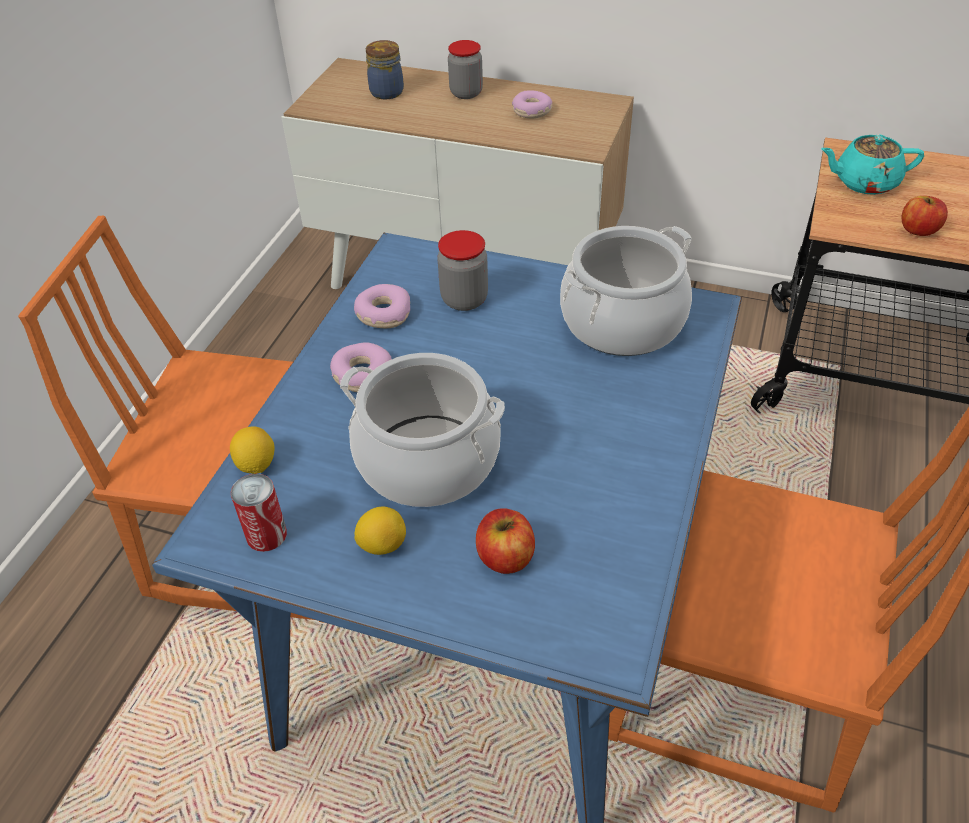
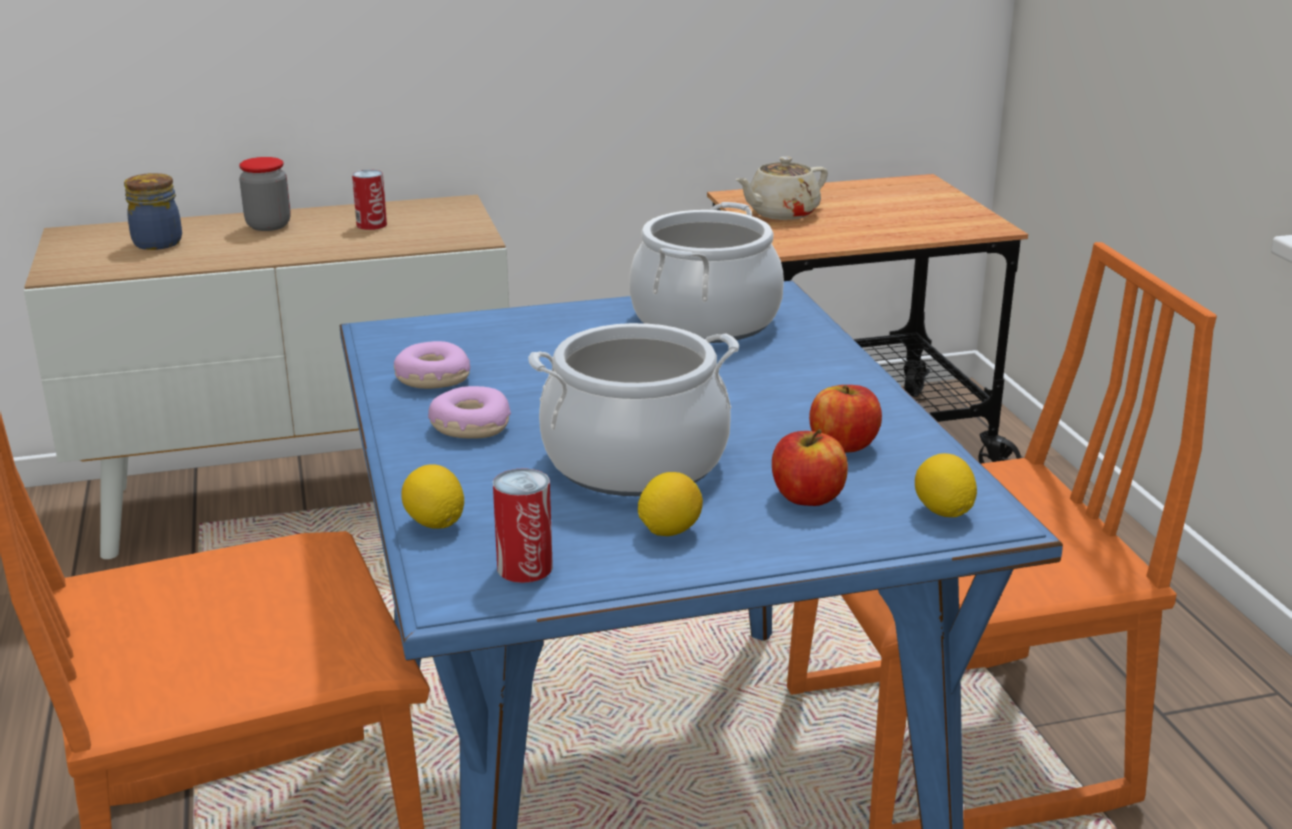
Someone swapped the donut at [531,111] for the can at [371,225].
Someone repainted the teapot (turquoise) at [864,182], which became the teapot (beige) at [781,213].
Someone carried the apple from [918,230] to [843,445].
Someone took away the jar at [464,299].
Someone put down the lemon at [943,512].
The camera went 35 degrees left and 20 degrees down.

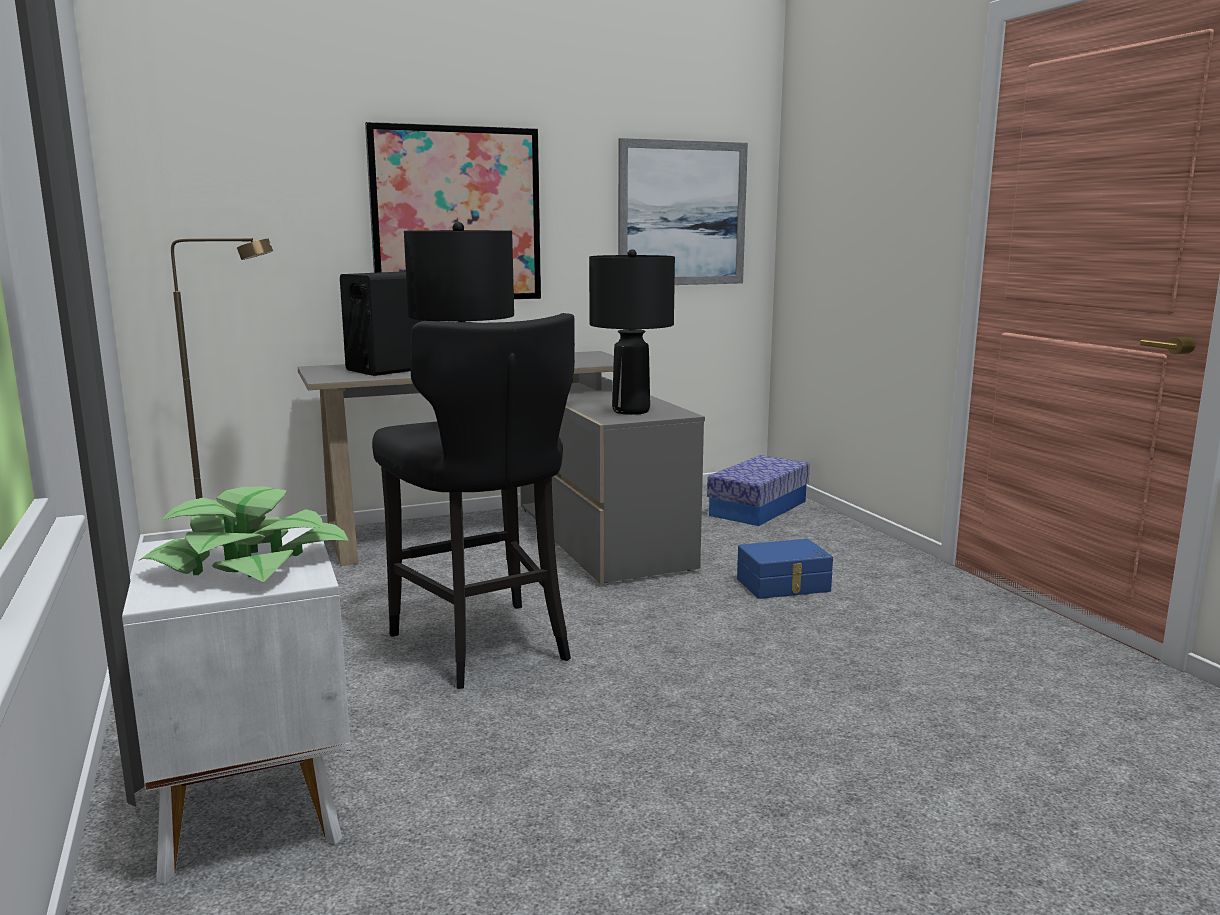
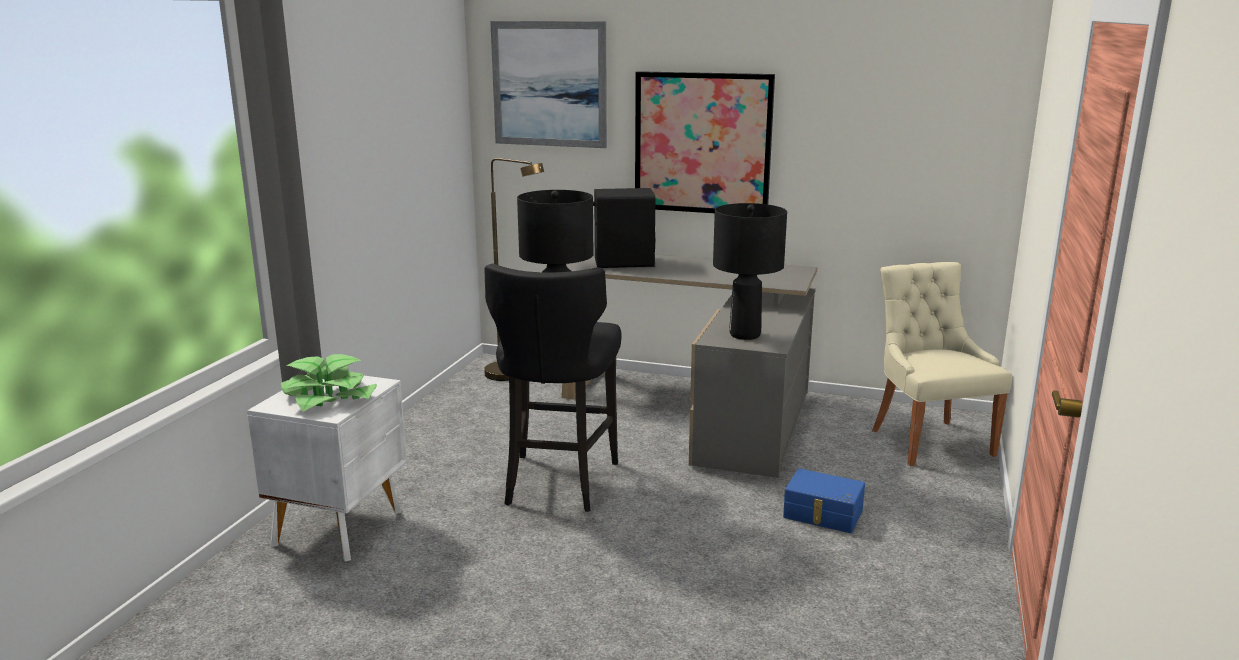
Someone carried the picture from [682,214] to [549,84].
Someone swapped the storage box at [758,508] for the chair (beige) at [928,440].
The camera went 40 degrees right and 5 degrees up.

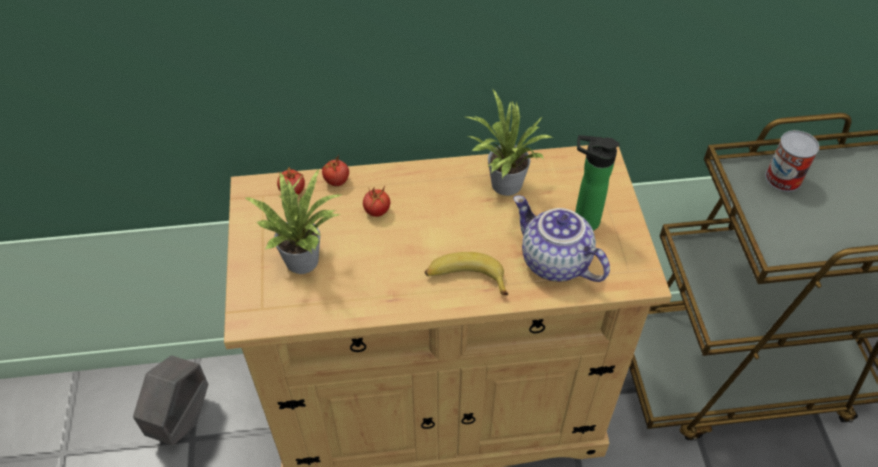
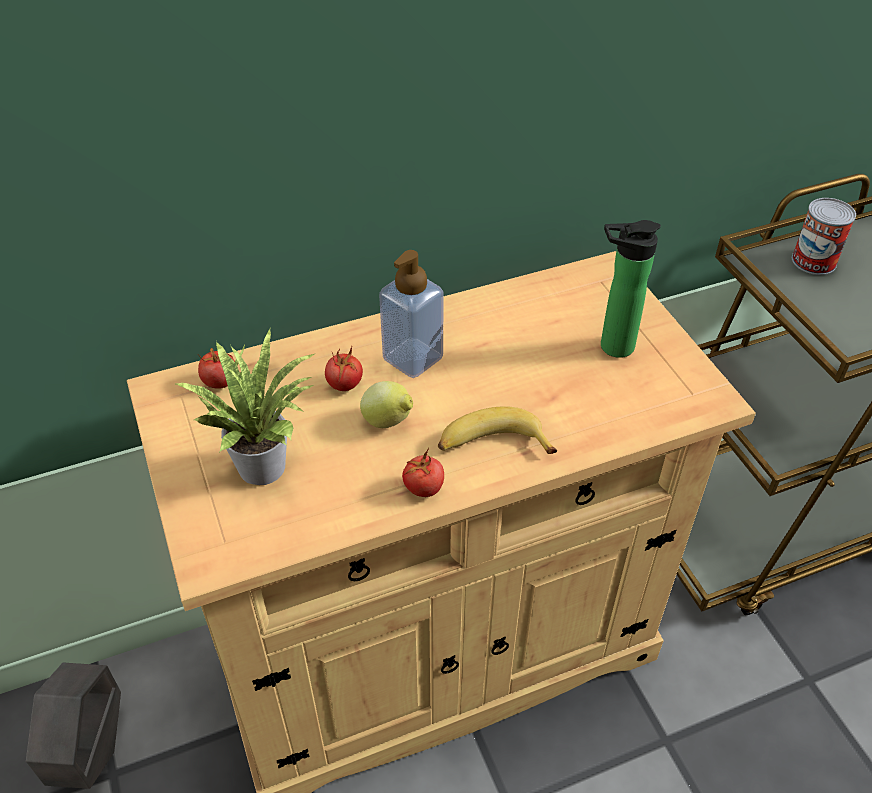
Someone took away the potted plant at [502,185].
Someone carried the tomato from [336,181] to [423,488].
Someone took away the teapot at [553,262].
Someone put down the soap dispenser at [413,358].
Someone put down the lemon at [389,422].
The camera went 15 degrees left and 5 degrees down.

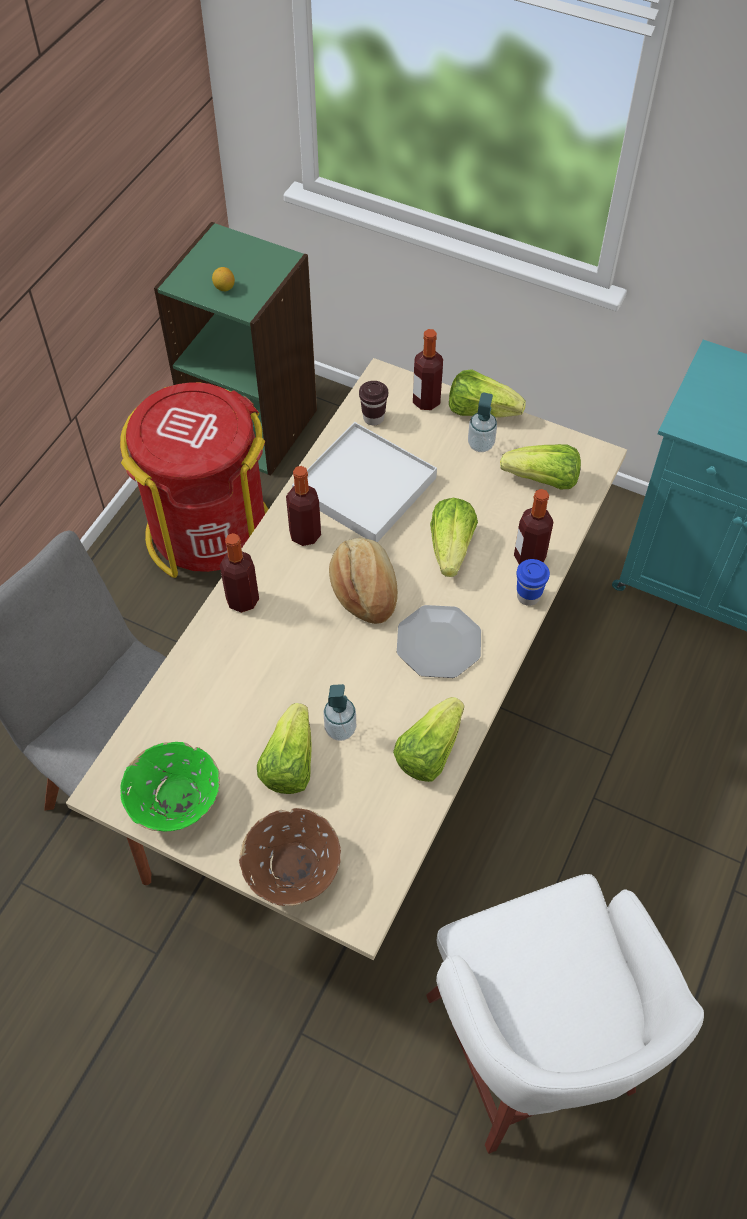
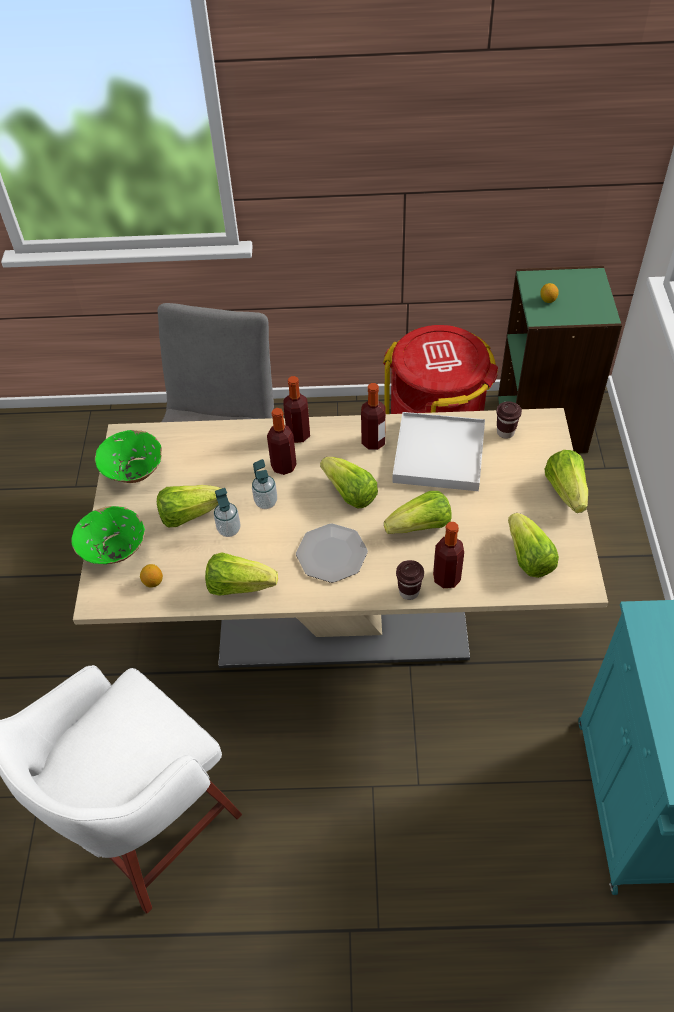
Someone carried the bottle from [426,401] to [283,466].
Someone carried the soap dispenser from [480,444] to [266,502].
Someone swapped the bread at [364,589] for the lettuce at [349,493].
Someone repainted the cup (blue) at [528,596], which became the cup (brown) at [409,592].
Someone repainted the bowl (brown) at [292,868], which became the bowl (green) at [114,550].
Someone put down the lemon at [153,582].
The camera went 65 degrees right and 5 degrees down.

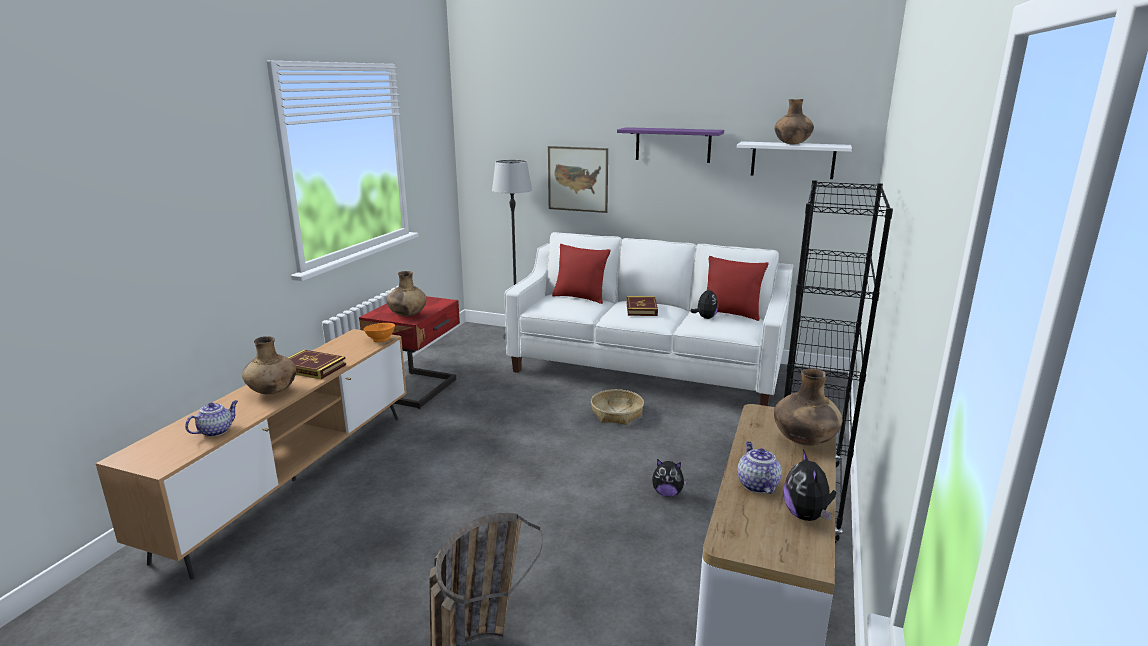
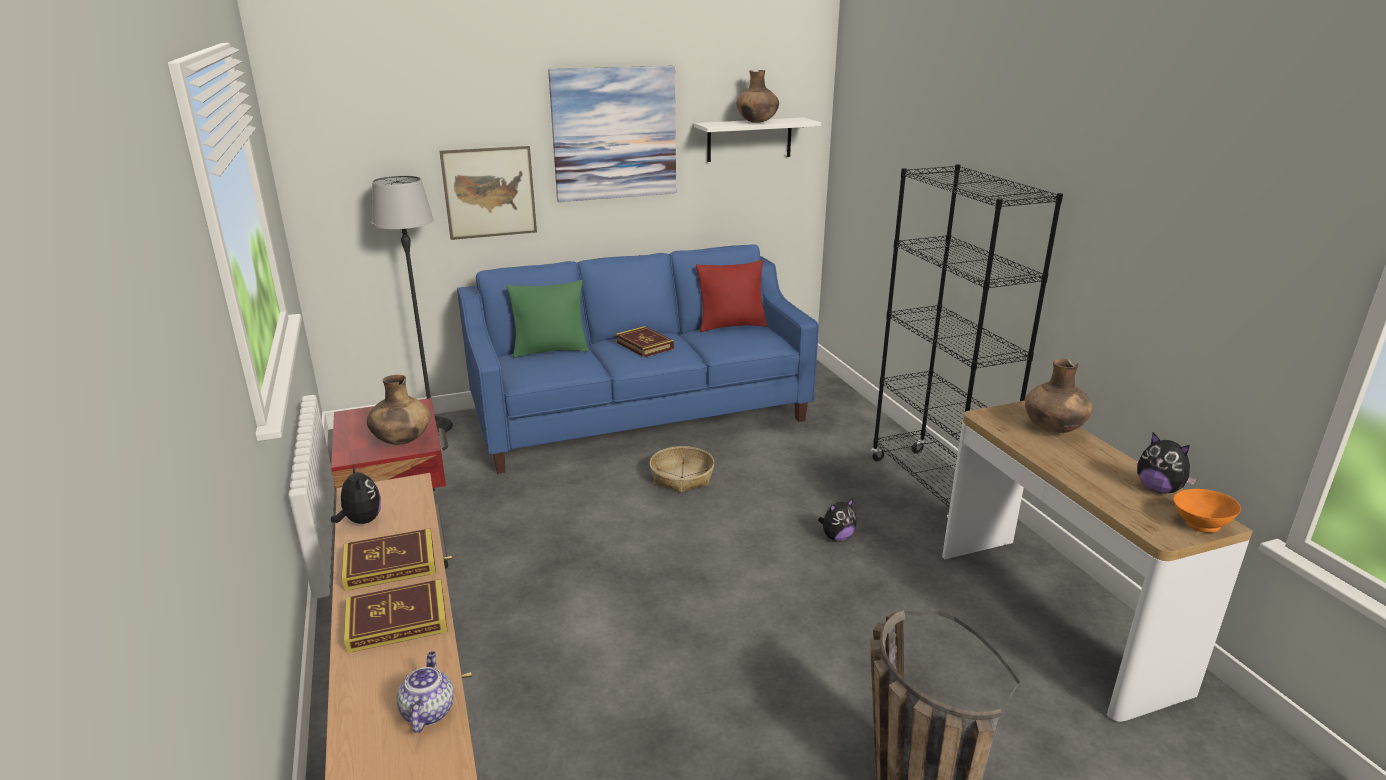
Someone swapped the shelf (purple) at [673,145] for the picture at [614,134].
Someone repainted the sofa (white) at [647,369], which became the sofa (blue) at [641,416].
Someone repainted the pillow (red) at [580,298], which became the pillow (green) at [550,351].
Someone carried the plush toy from [705,318] to [361,521].
Someone carried the bowl (orange) from [381,340] to [1199,525].
Someone swapped the vase (brown) at [272,391] for the book at [397,620].
Someone took away the teapot at [756,485].
The camera went 40 degrees left and 5 degrees up.

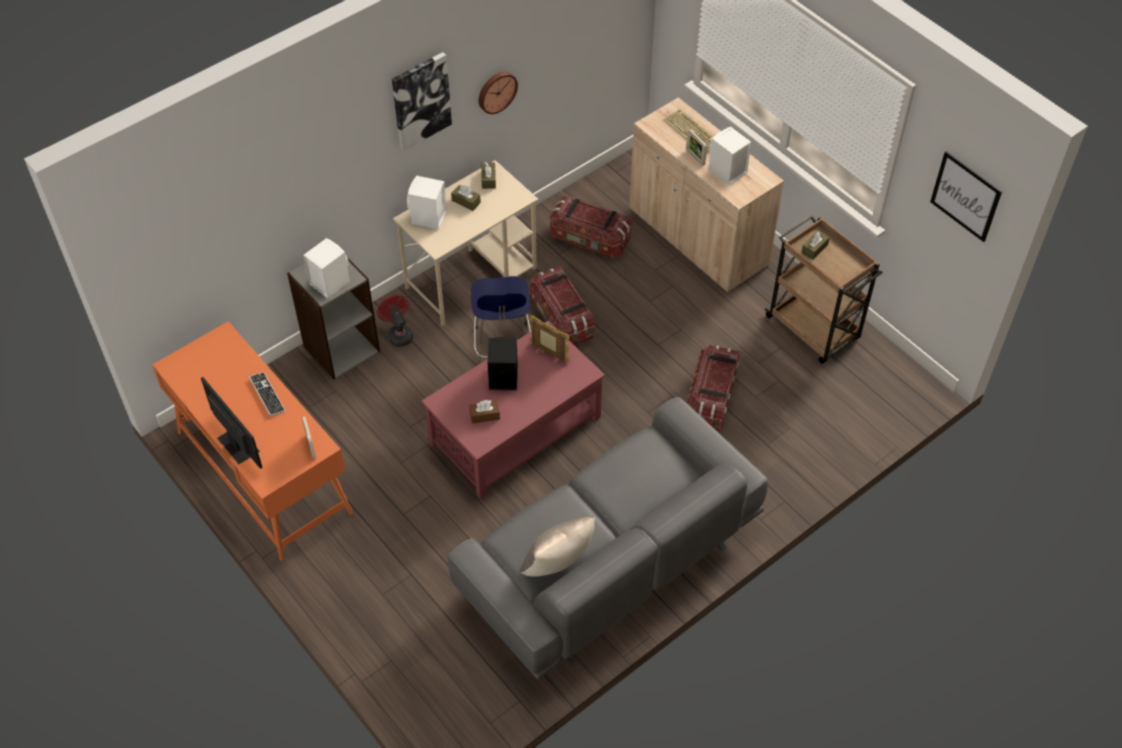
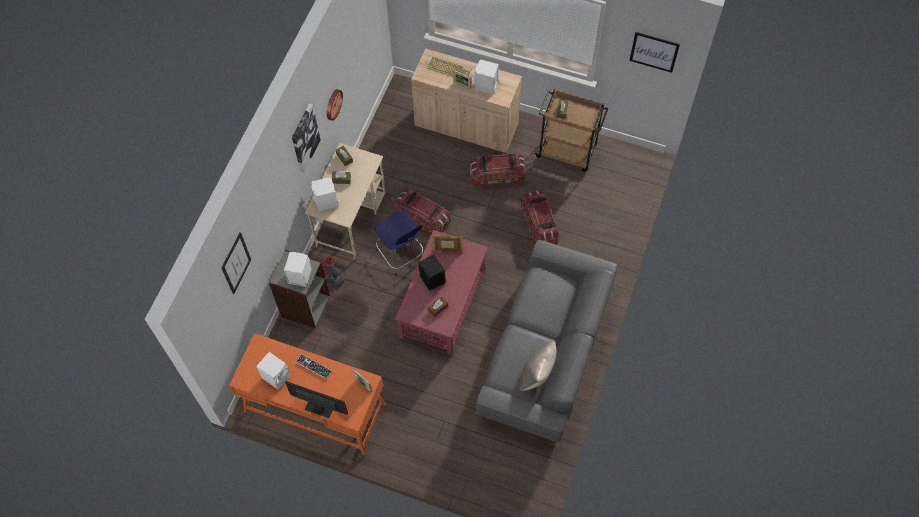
Someone carried the storage box from [589,240] to [497,176].
Someone put up the picture at [236,263].
Someone put down the speaker (white) at [276,376].
The camera went 30 degrees left and 10 degrees up.

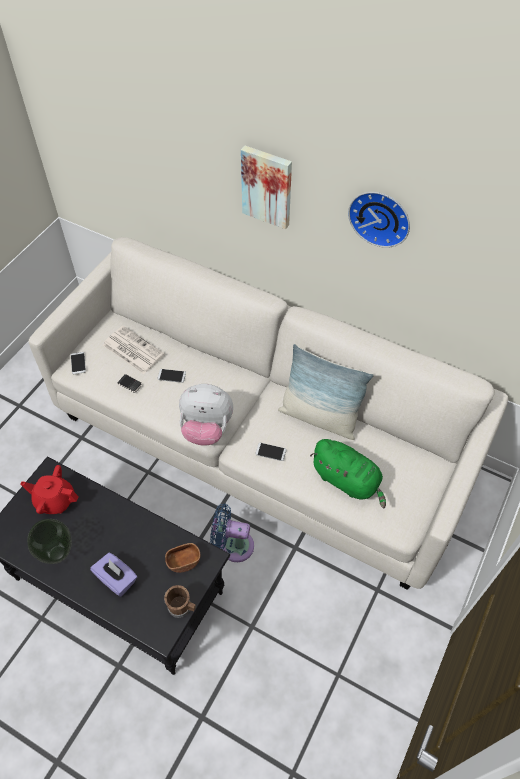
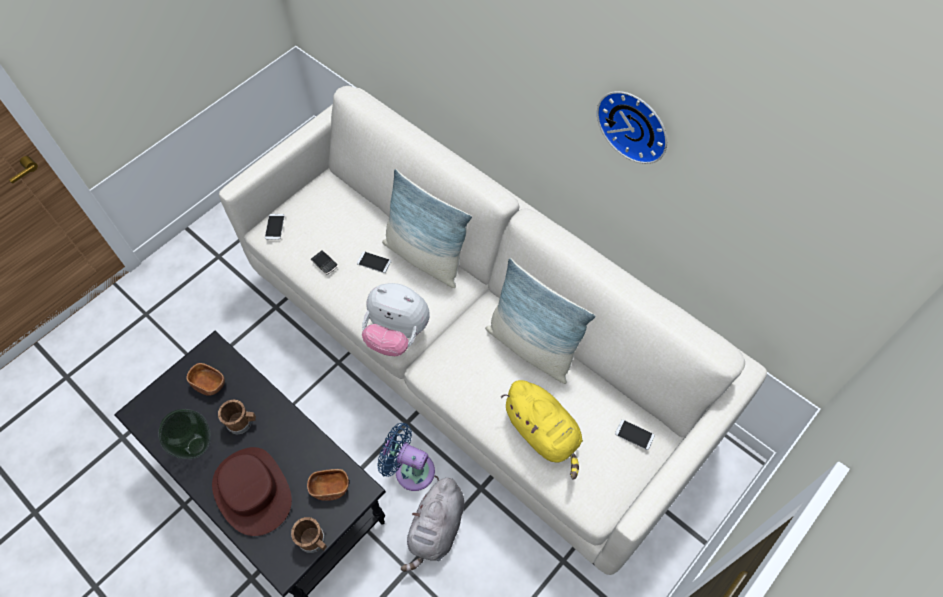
Someone took away the picture at [267,186].
Someone took away the newspaper at [132,350].
Someone repainted the plush toy (green) at [347,480], which became the plush toy (yellow) at [544,433].
Someone carried the phone from [270,452] to [634,434].
Someone swapped the teapot (red) at [55,500] for the bowl (brown) at [210,384].
Someone swapped the tissue box (purple) at [117,579] for the hat (brown) at [252,491].
Someone put down the pillow at [425,257].
Someone put down the mug (brown) at [242,422].
Someone put down the plush toy (grey) at [436,529].
The camera went 15 degrees right and 5 degrees up.

